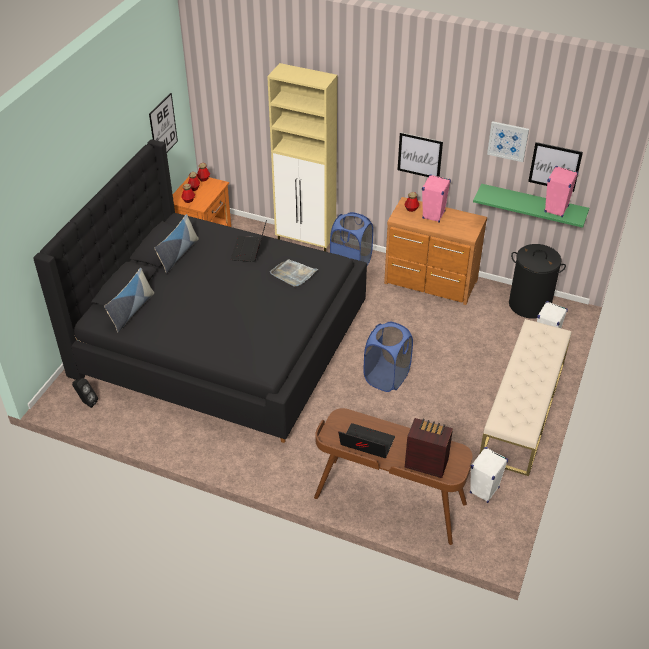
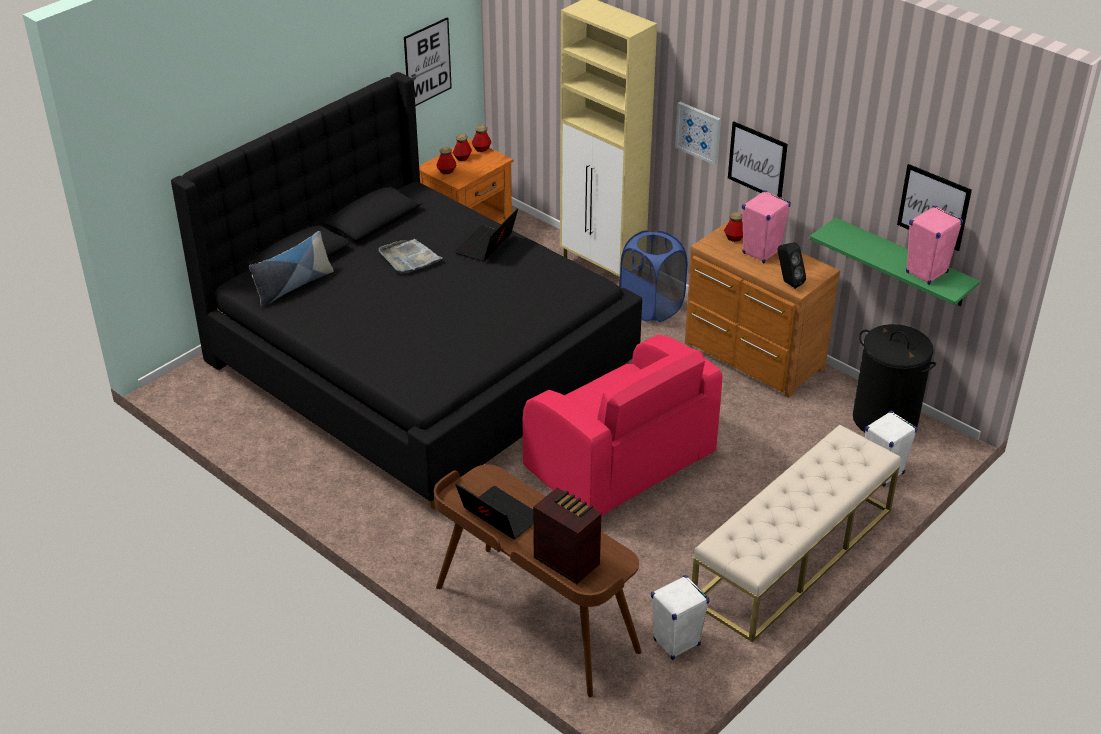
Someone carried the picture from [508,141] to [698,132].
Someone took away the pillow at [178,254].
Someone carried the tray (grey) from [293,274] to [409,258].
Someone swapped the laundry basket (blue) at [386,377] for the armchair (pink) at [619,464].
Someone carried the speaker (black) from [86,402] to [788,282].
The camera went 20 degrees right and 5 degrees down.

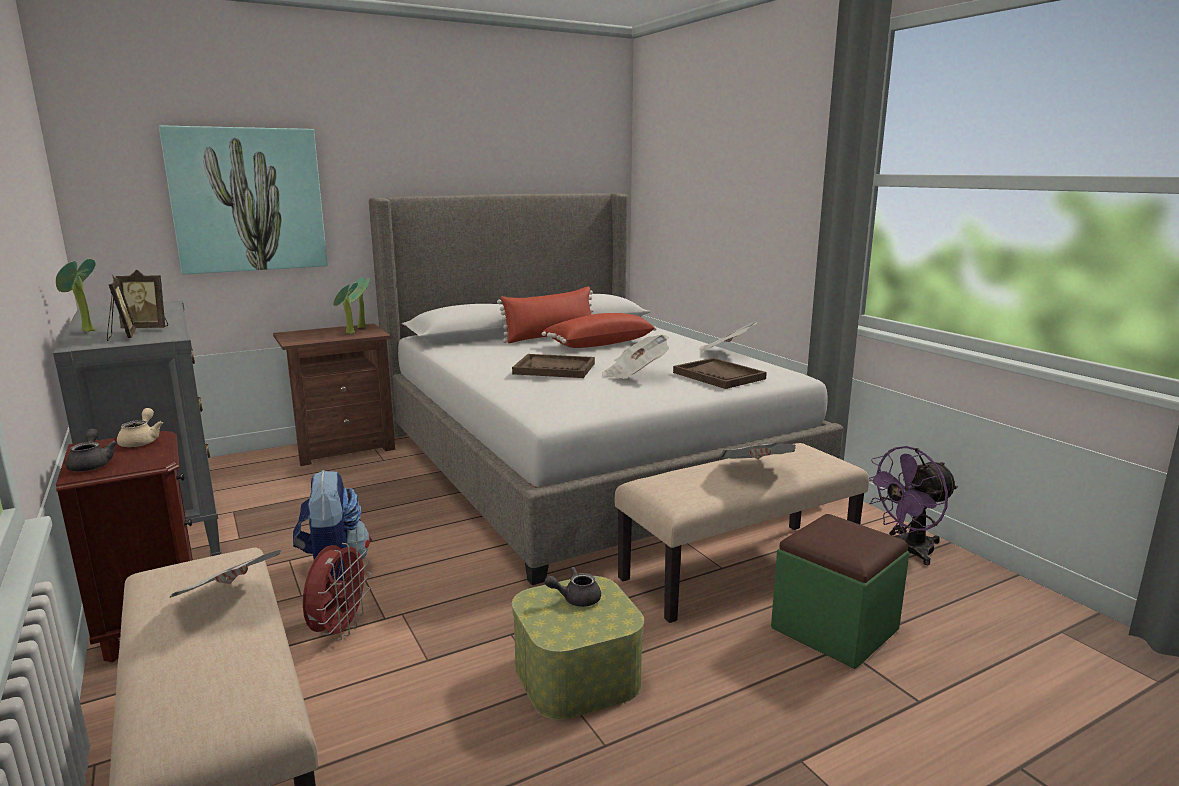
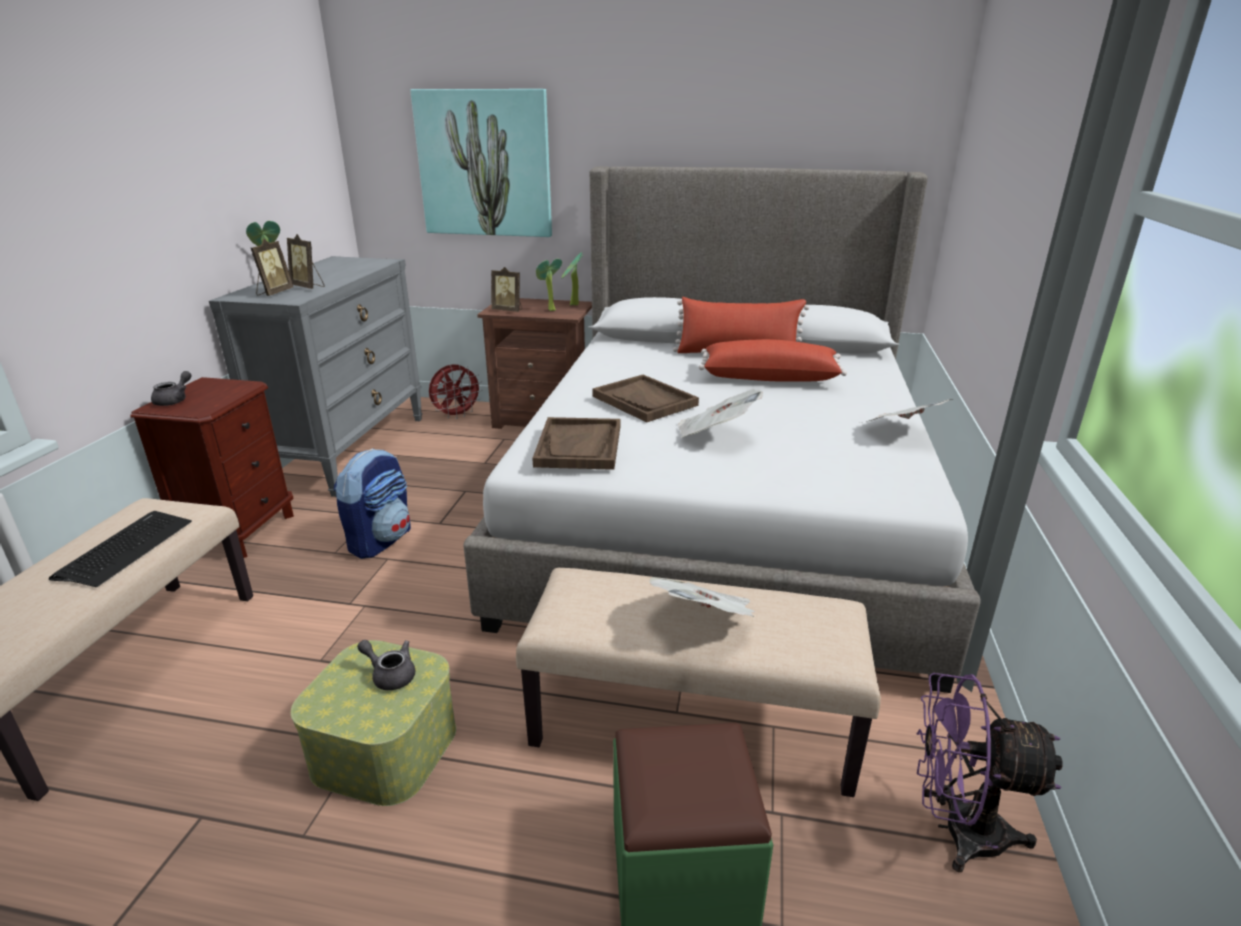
Someone carried the tray (brown) from [719,376] to [579,446].
Someone took away the teapot (beige) at [142,441].
Someone carried the fan (red) from [339,630] to [457,415].
Someone swapped the newspaper at [230,600] for the keyboard at [125,549].
Someone put down the picture frame at [508,310].
The camera went 40 degrees right and 10 degrees up.

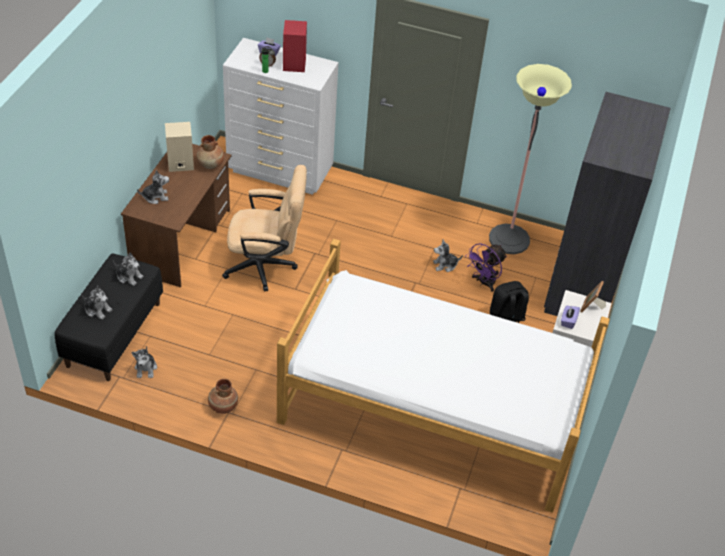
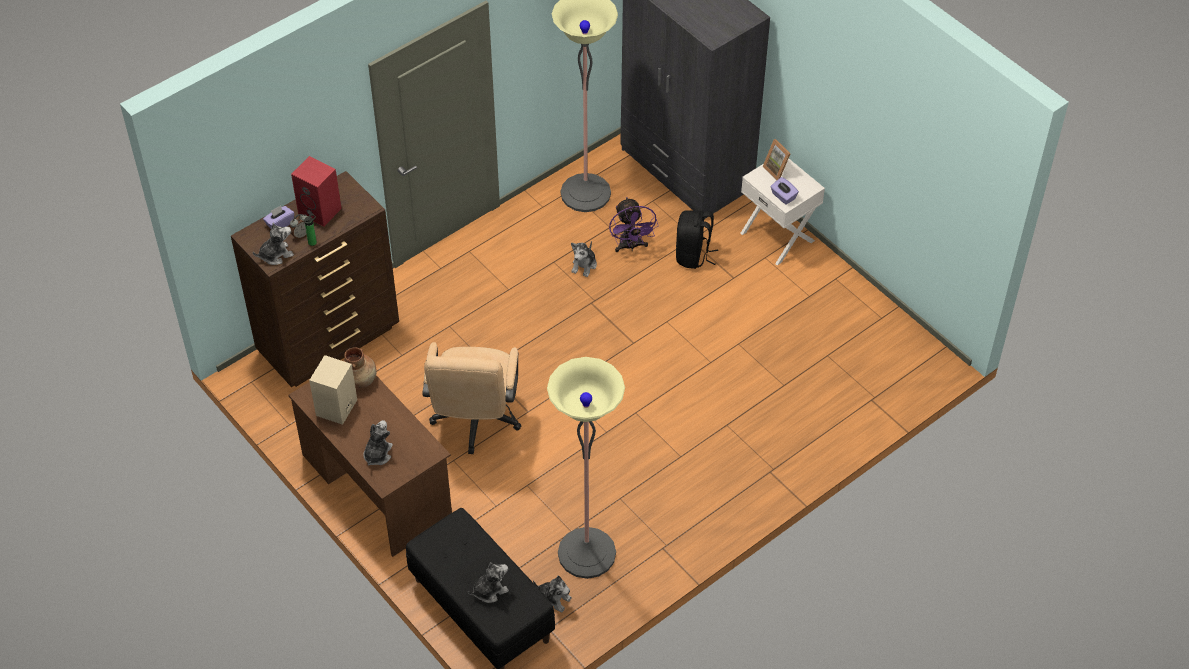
Someone repainted the dresser (white) at [280,171], which became the dresser (brown) at [330,341].
Someone rotated the office chair (beige) at [266,266] by 150 degrees clockwise.
Someone took away the bed at [433,410].
Someone carried the plush toy from [129,276] to [275,254].
Someone took away the vase (brown) at [223,406].
Someone put down the floor lamp at [587,553].
The camera went 55 degrees left and 5 degrees up.

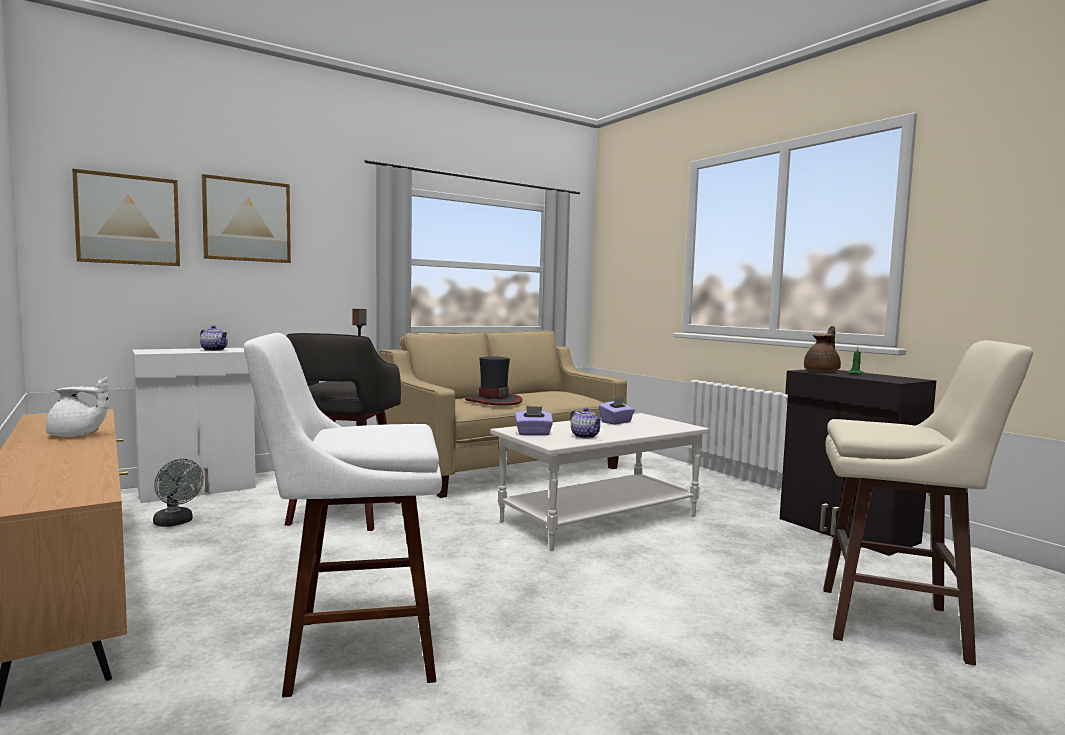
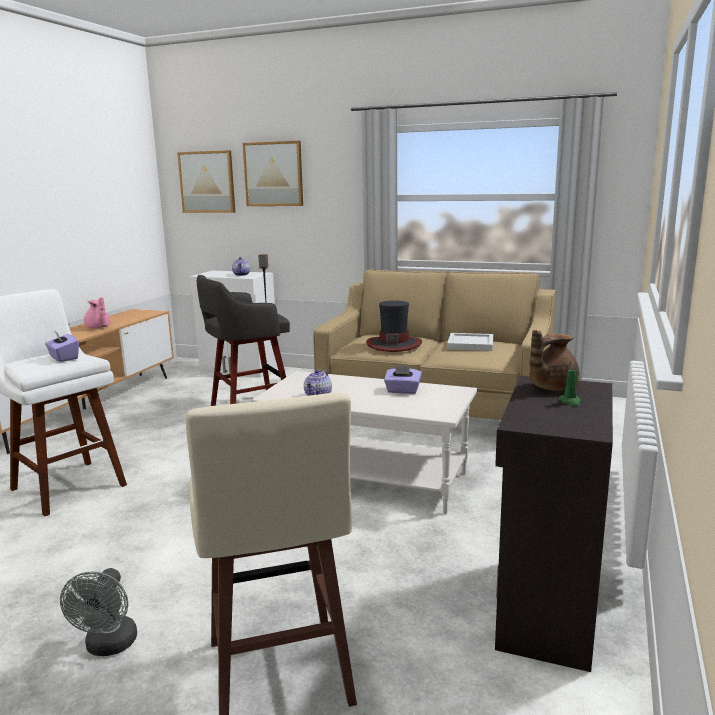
Someone rotated the teapot (brown) at [822,371] by 135 degrees clockwise.
Someone repainted the teapot (white) at [76,435], which became the teapot (pink) at [98,327].
Someone carried the tissue box (purple) from [533,434] to [63,358].
Someone carried the fan (grey) from [176,523] to [109,647].
Someone put down the tray (white) at [469,344].
The camera went 55 degrees right and 10 degrees up.

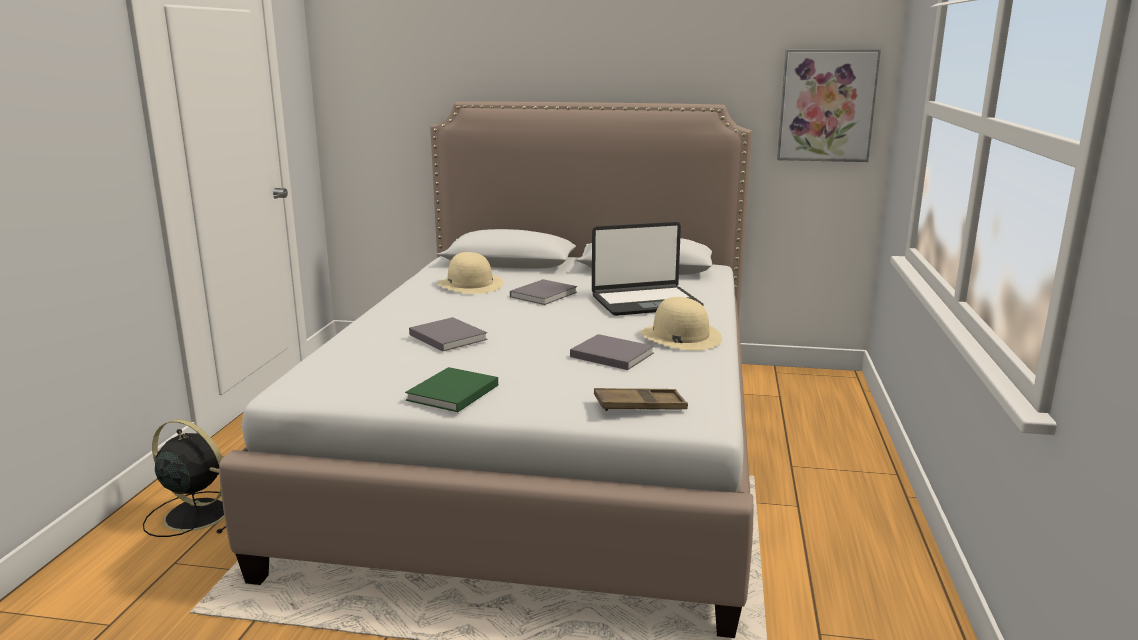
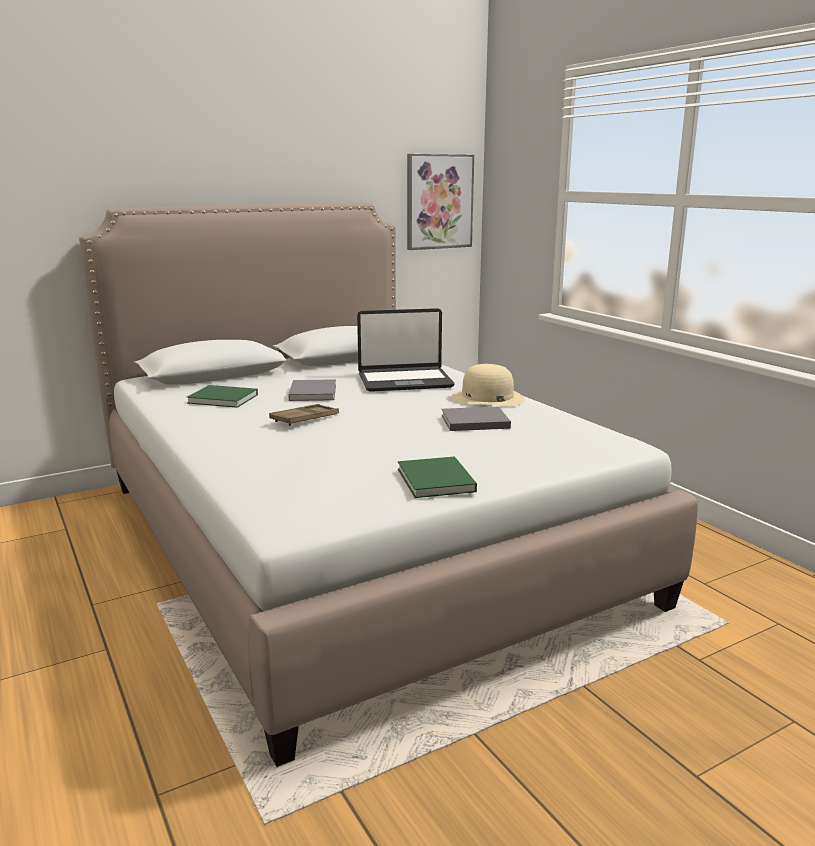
Someone rotated the laptop at [645,302] by 45 degrees clockwise.
Someone swapped the hat (beige) at [470,284] for the book (green) at [225,399].
Someone took away the book (grey) at [446,336].
Someone carried the tray (brown) from [640,406] to [305,419].
Someone took away the fan (black) at [194,514].
The camera went 40 degrees left and 0 degrees up.

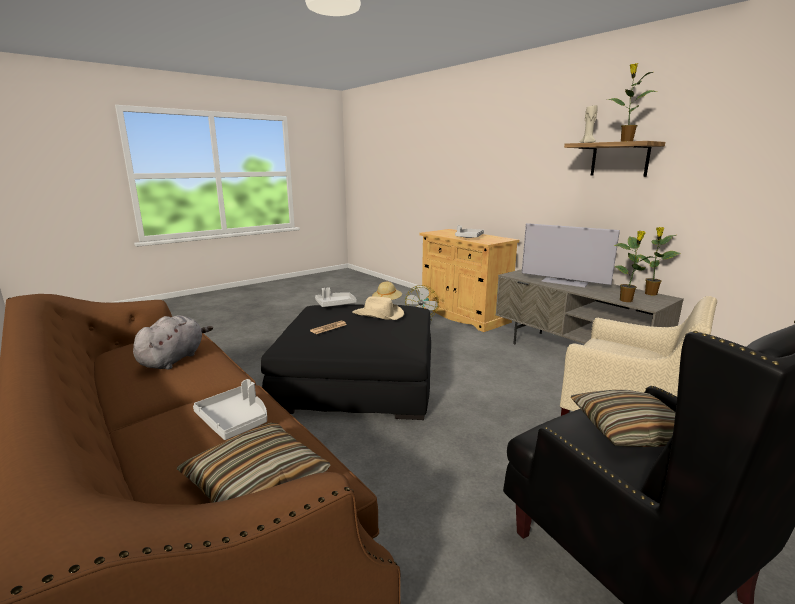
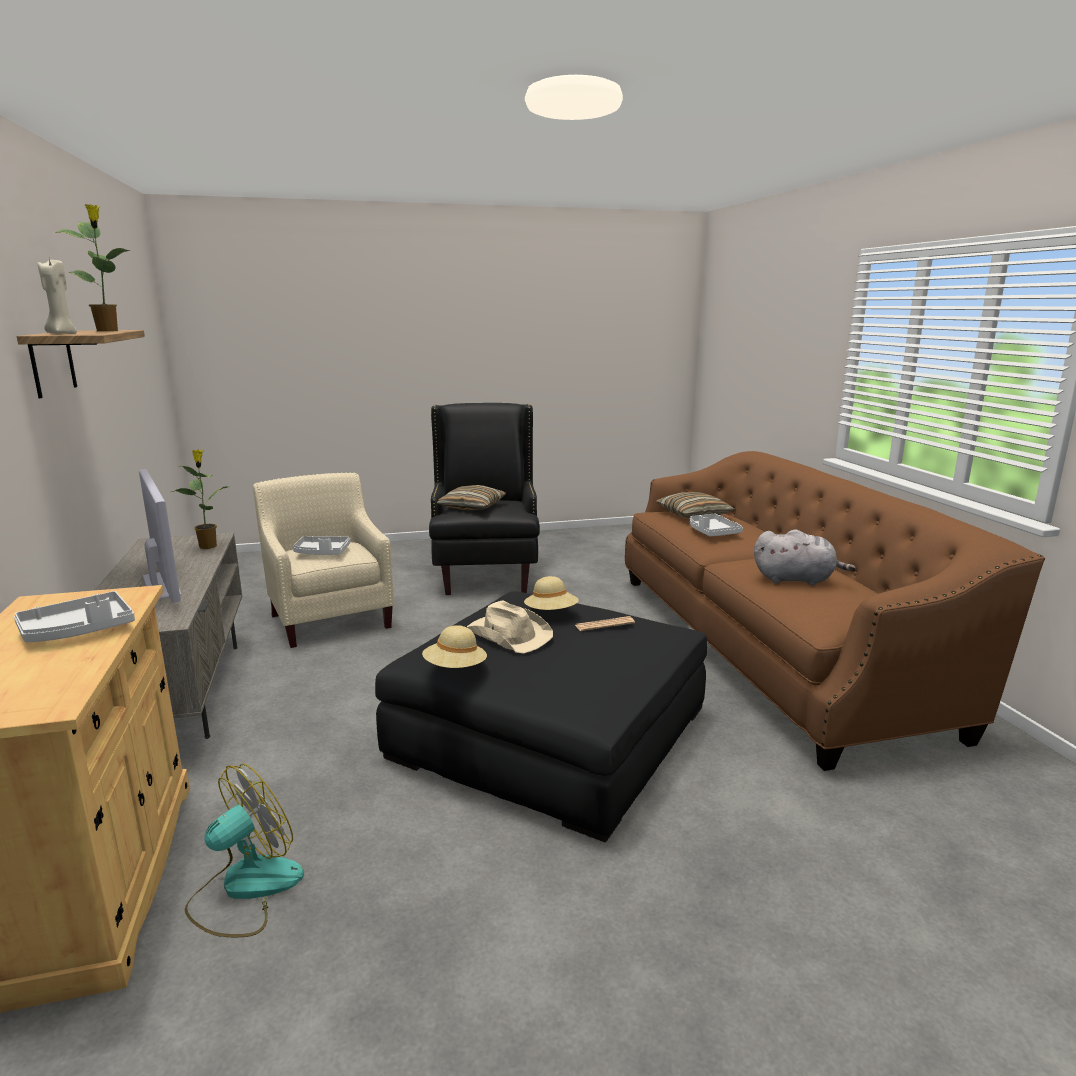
Someone took away the potted plant at [650,294].
Someone carried the tray (grey) from [335,304] to [322,553].
Someone rotated the plush toy (grey) at [174,359] by 120 degrees counterclockwise.
Someone put down the hat (beige) at [551,613].
The camera went 155 degrees left and 0 degrees up.

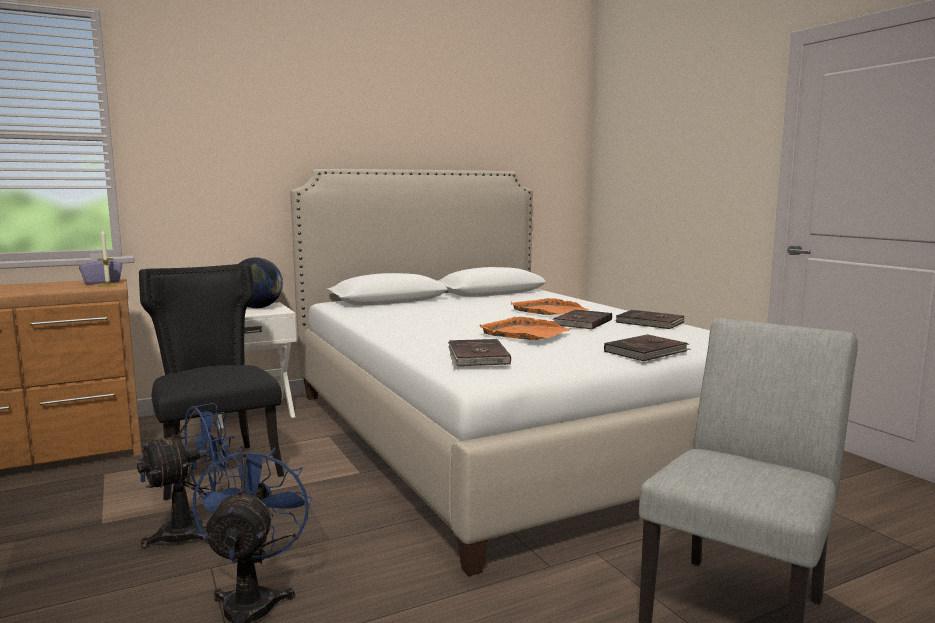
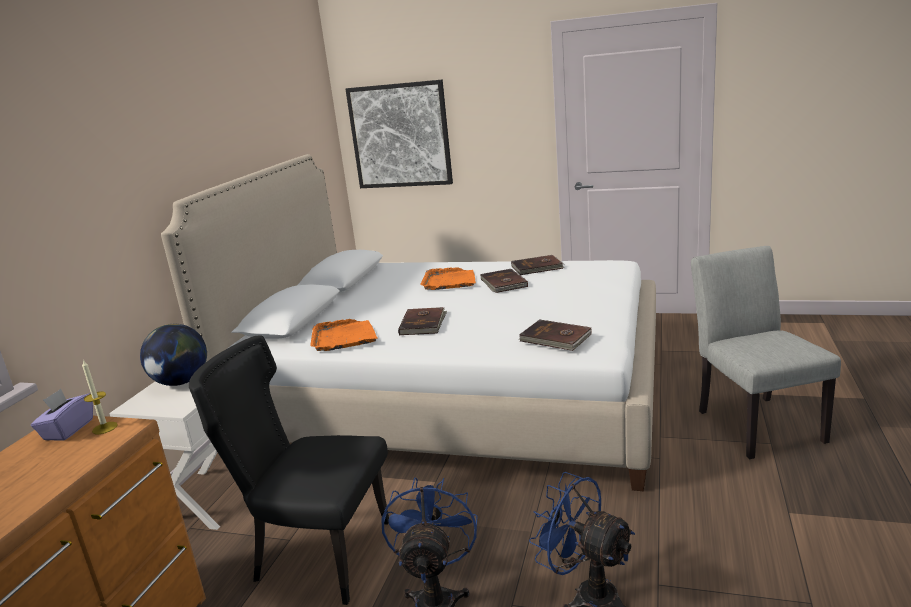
Someone carried the tray (orange) from [525,333] to [344,337].
Someone carried the book (brown) from [647,351] to [423,323].
Someone put up the picture at [400,135].
The camera went 45 degrees left and 10 degrees up.

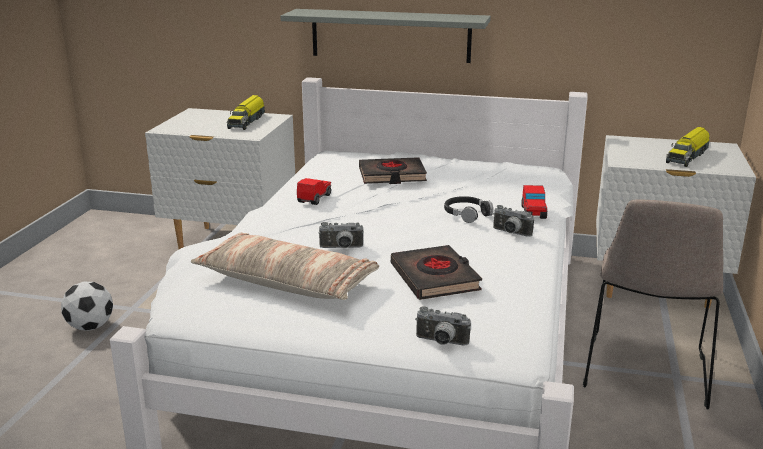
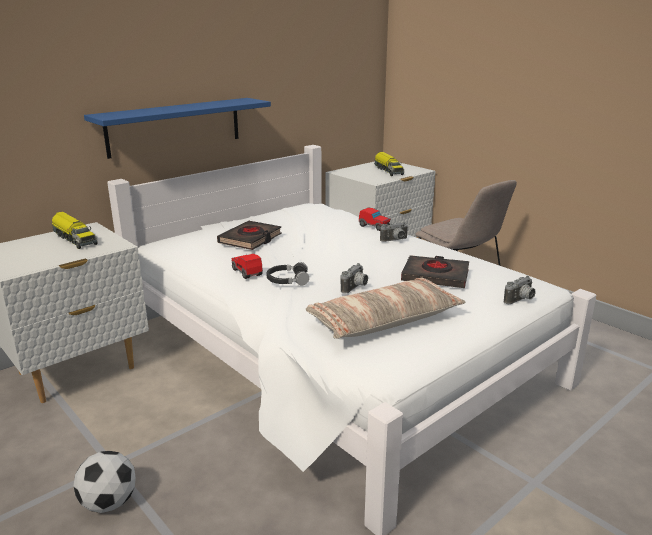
Someone repainted the shelf (grey) at [390,35], which became the shelf (blue) at [175,126].
Someone carried the headphones (black) from [466,214] to [287,280].
The camera went 55 degrees left and 0 degrees up.

